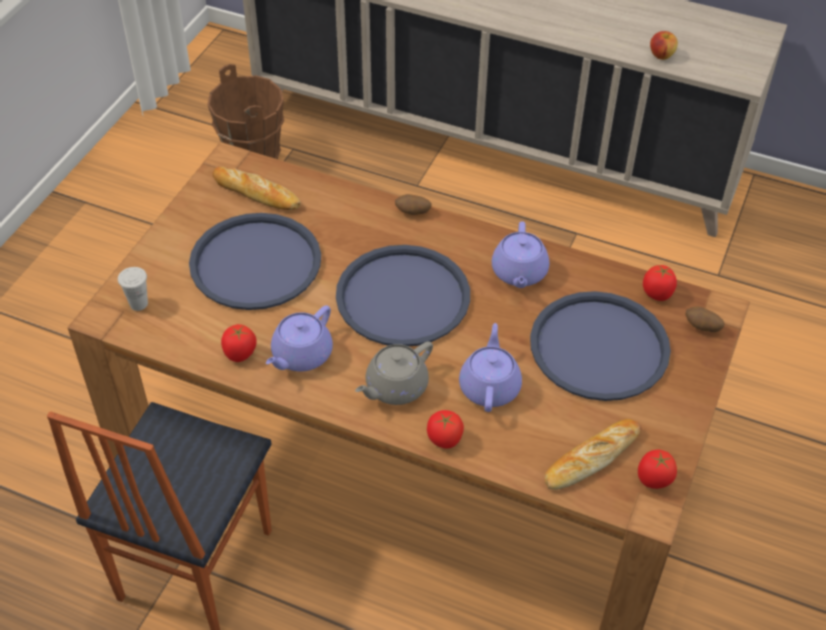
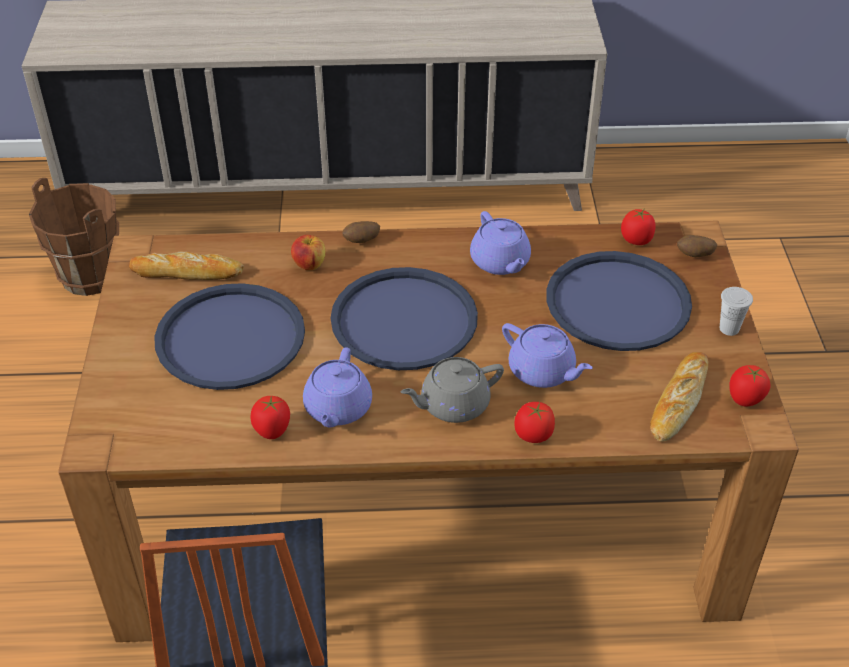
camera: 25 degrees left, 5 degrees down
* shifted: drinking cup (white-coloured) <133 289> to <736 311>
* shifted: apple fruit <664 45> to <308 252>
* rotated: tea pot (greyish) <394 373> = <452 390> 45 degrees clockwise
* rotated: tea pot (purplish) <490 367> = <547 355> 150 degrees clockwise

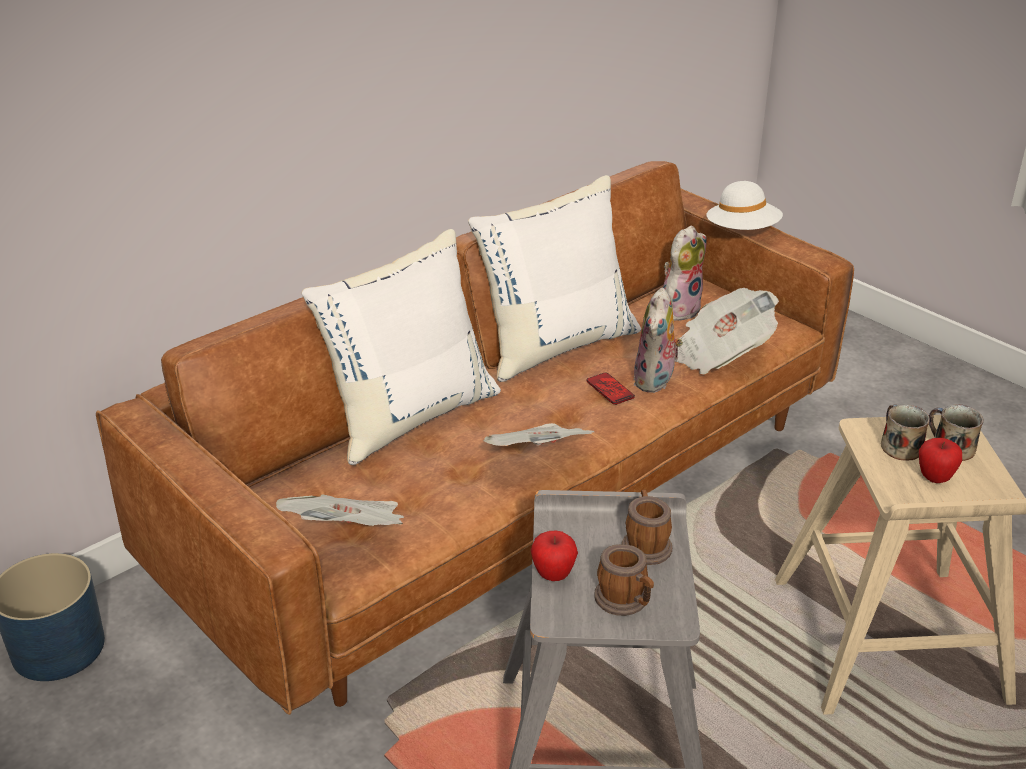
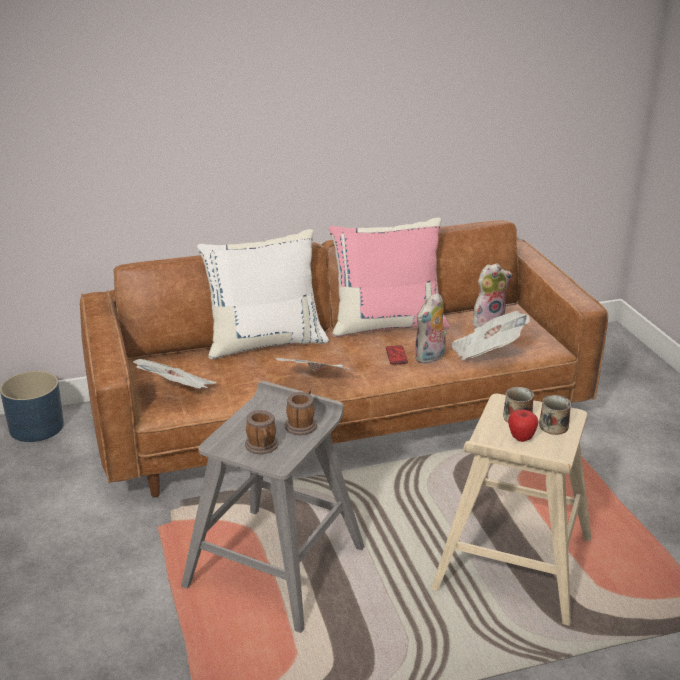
camera: 25 degrees right, 5 degrees down
* gone: apple fruit <554 556>
* gone: clothing hat (white-coloured) <744 205>
* repainted: throw pillow (white-coloured) <554 278> to throw pillow (pinkish) <389 277>

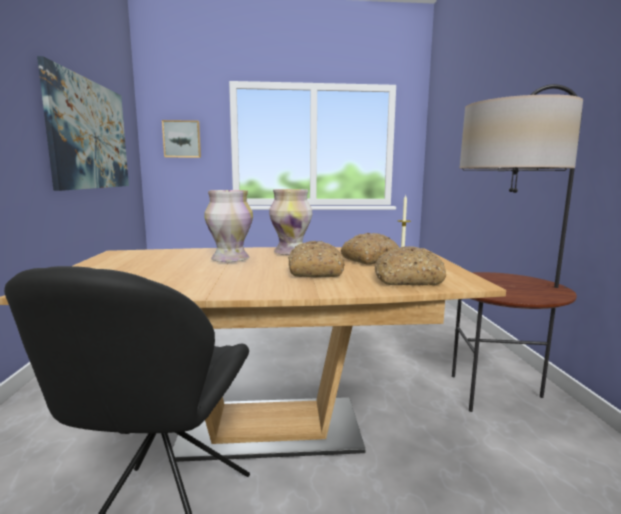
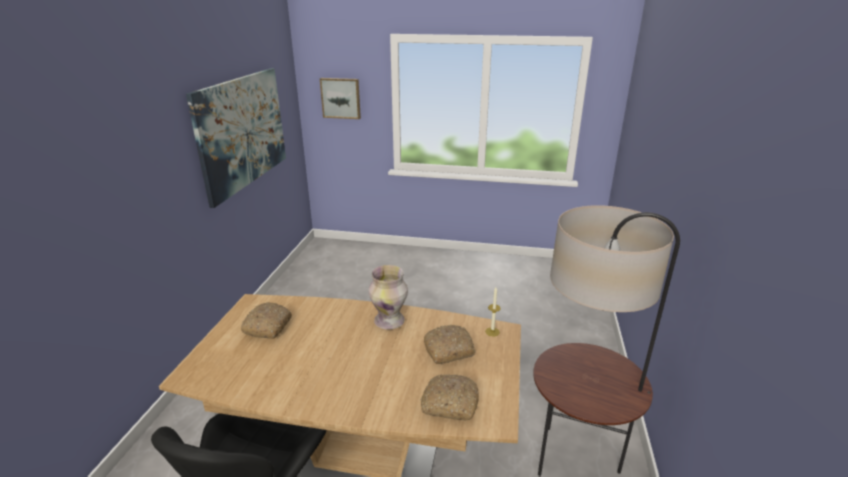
camera: 15 degrees right, 15 degrees up
* gone: flower vase <228 226>
* shifted: bread <316 259> to <266 320>

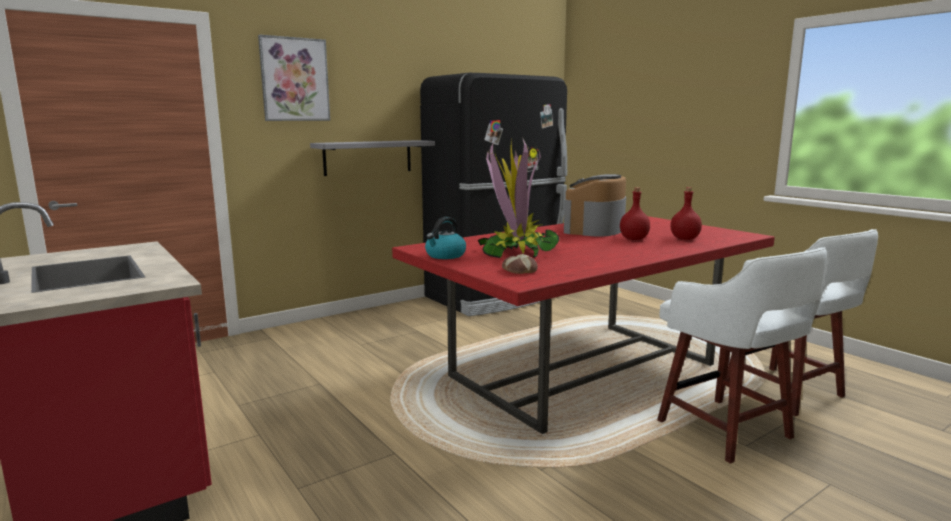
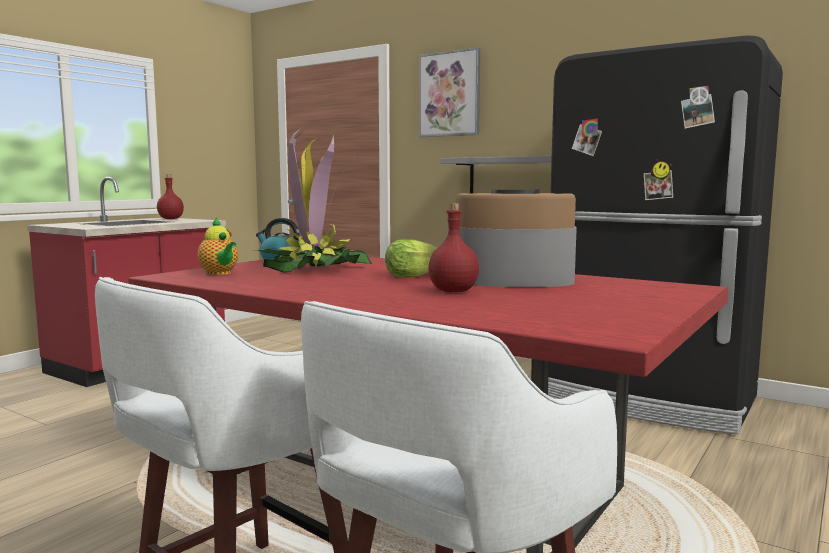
camera: 70 degrees right, 5 degrees down
* new: head of lettuce <411 258>
* shifted: beverage bottle (red-coloured) <686 213> to <170 196>
* swapped: bread <520 264> to tea pot <217 246>

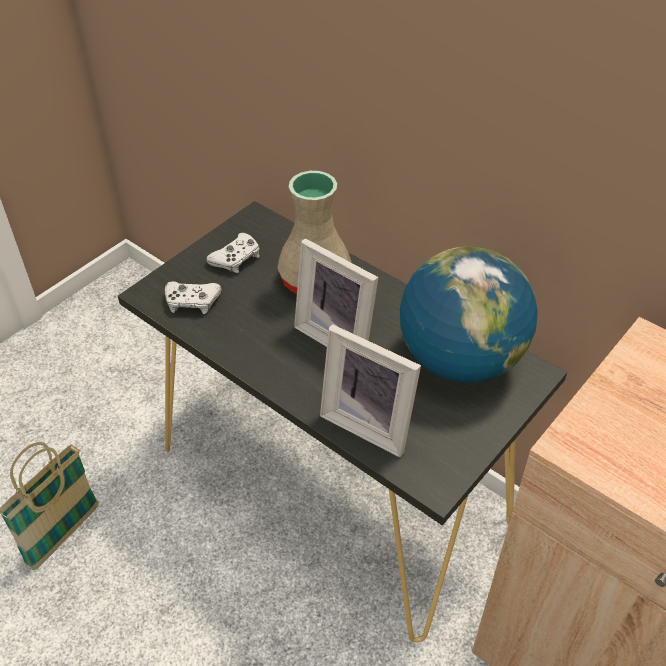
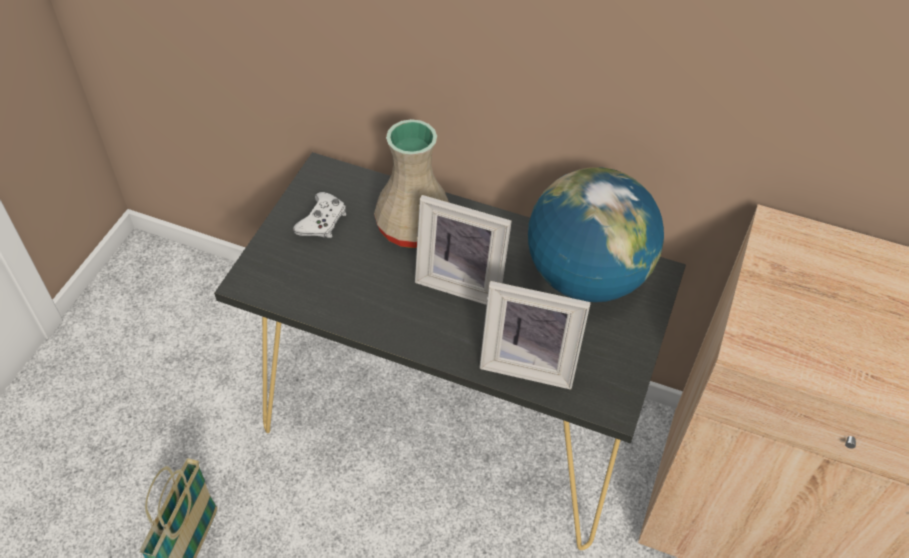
camera: 20 degrees left, 5 degrees up
* gone: game controller (white-coloured) <193 297>

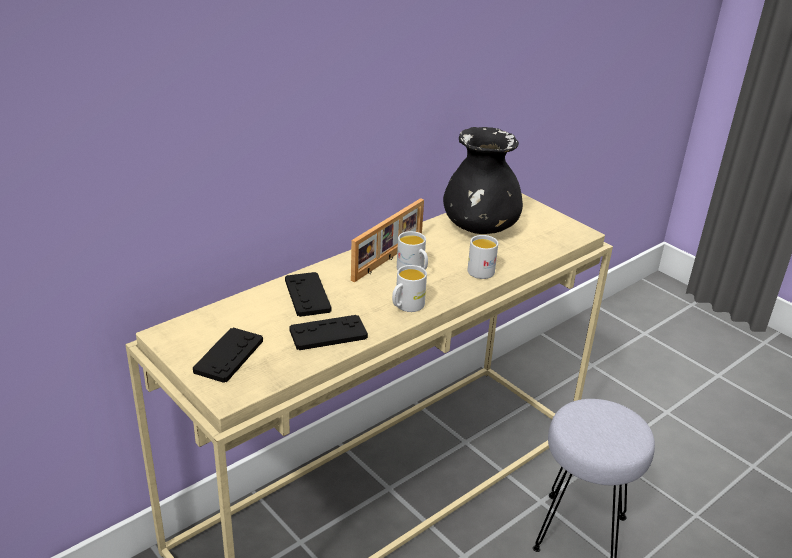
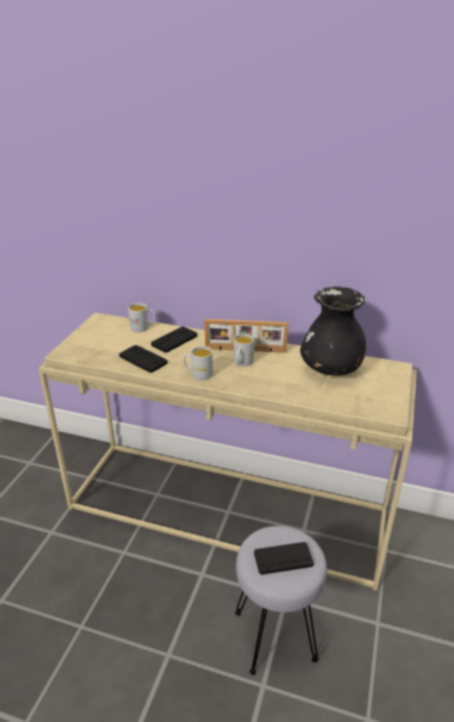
camera: 60 degrees right, 0 degrees up
* shifted: game controller (blackish) <228 355> to <284 558>
* shifted: mug (white-coloured) <482 257> to <141 317>

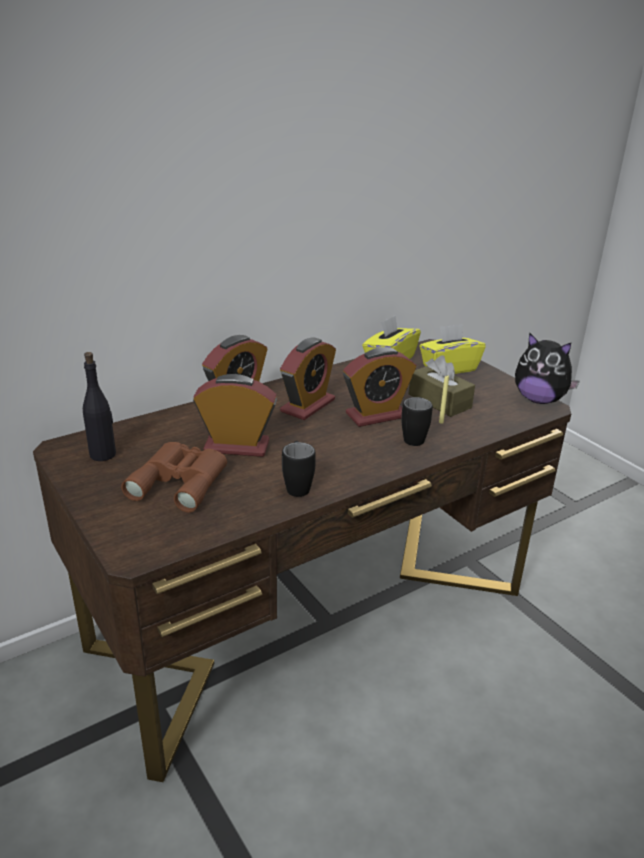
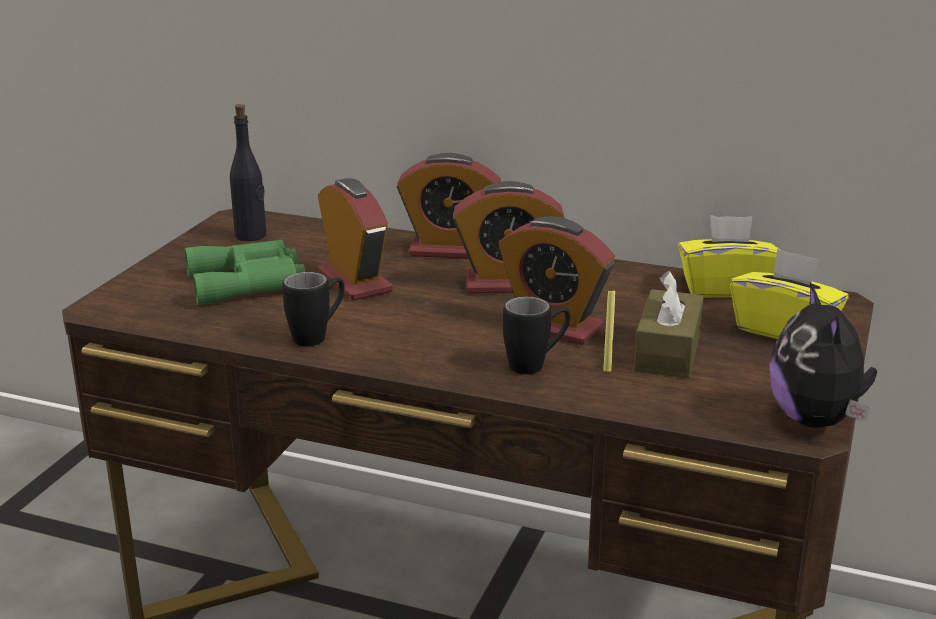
camera: 55 degrees right, 5 degrees down
* repainted: binoculars (brownish) <174 477> to binoculars (greenish) <245 272>

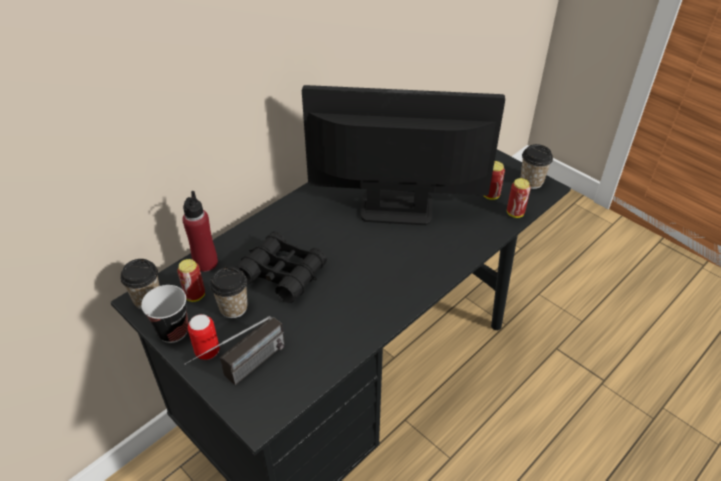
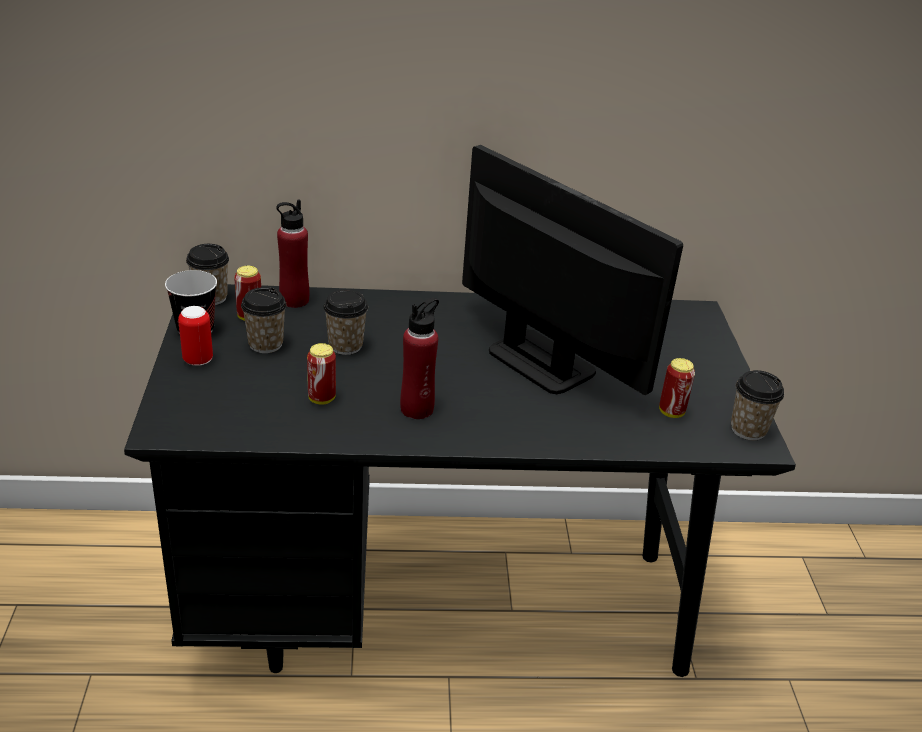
camera: 40 degrees right, 10 degrees down
* gone: radio set <234 350>
* new: beverage bottle (red-coloured) <419 358>
* shifted: metal can <519 198> to <321 374>
* swapped: binoculars (blackish) <281 267> to drinking cup <345 322>

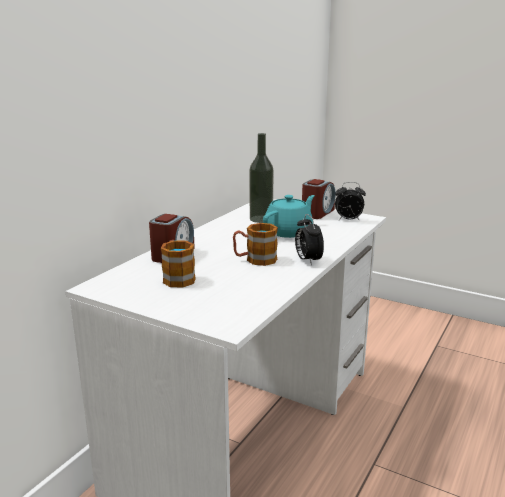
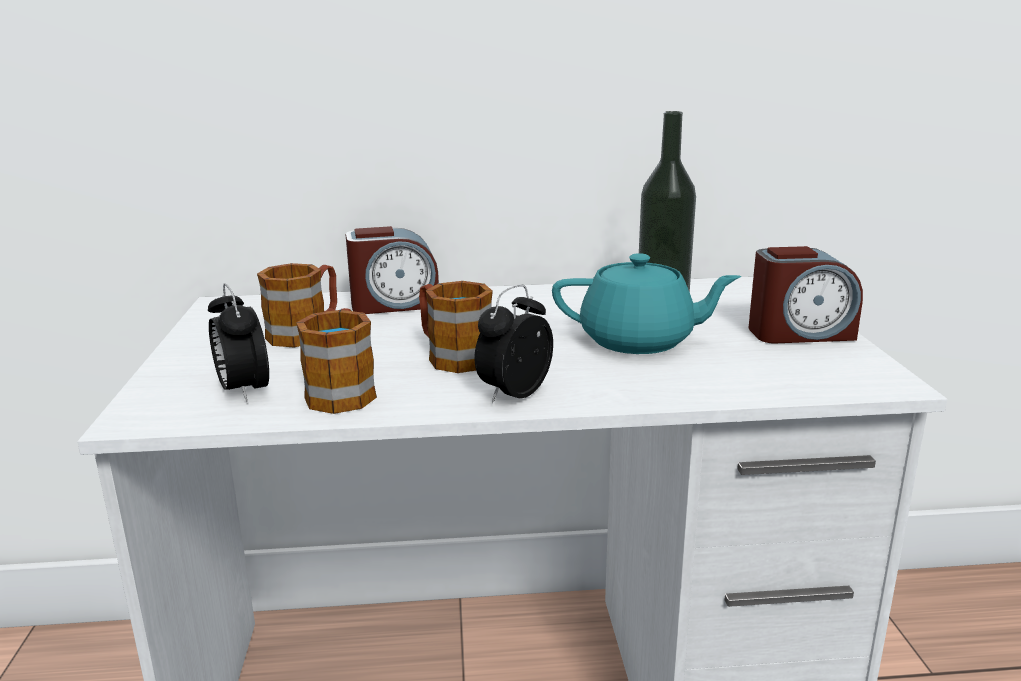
camera: 55 degrees right, 0 degrees up
* new: mug <336 361>
* shifted: table clock <350 201> to <238 342>

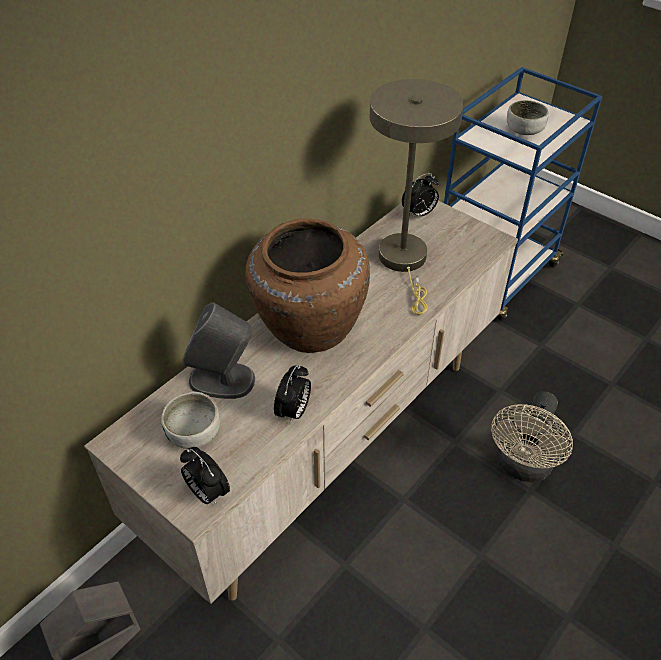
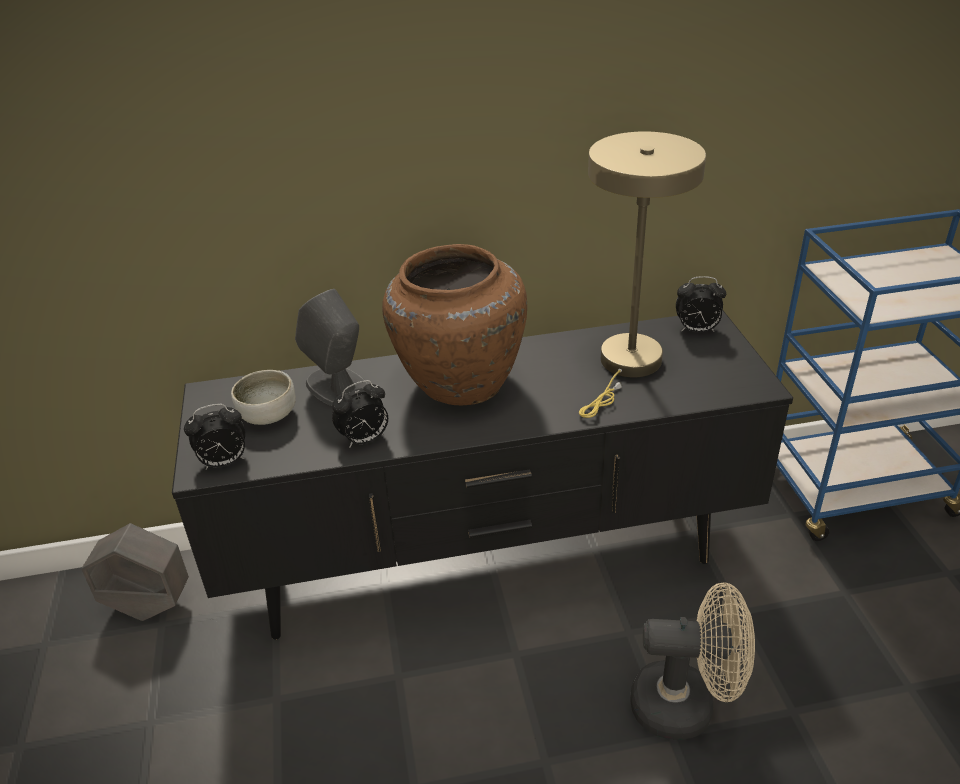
camera: 40 degrees right, 10 degrees down
* gone: deep dish <528 117>
* repainted: tv unit (beige) <301 402> to tv unit (blackish) <482 475>
* rotated: table clock <205 476> = <214 436> 105 degrees counterclockwise
* rotated: fan (beige) <532 436> = <692 661> 150 degrees counterclockwise

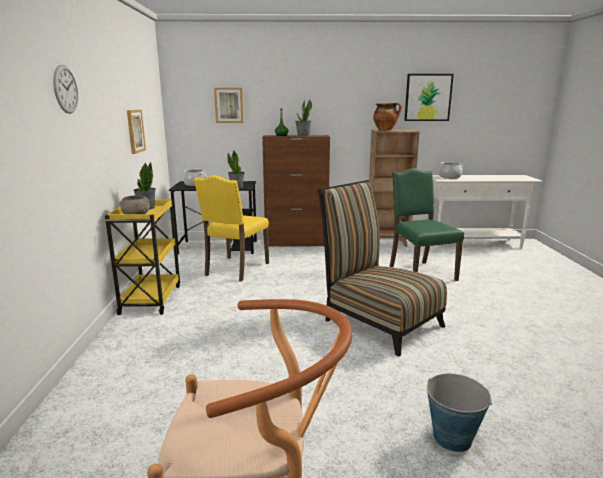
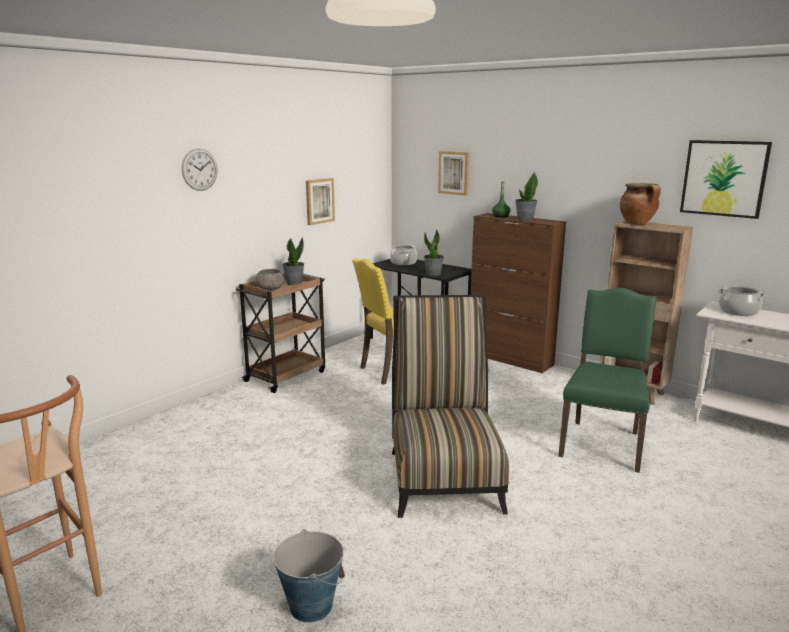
camera: 40 degrees right, 0 degrees up
* repainted: wheeled cart (yellow-coloured) <142 257> to wheeled cart (brownish) <280 333>

